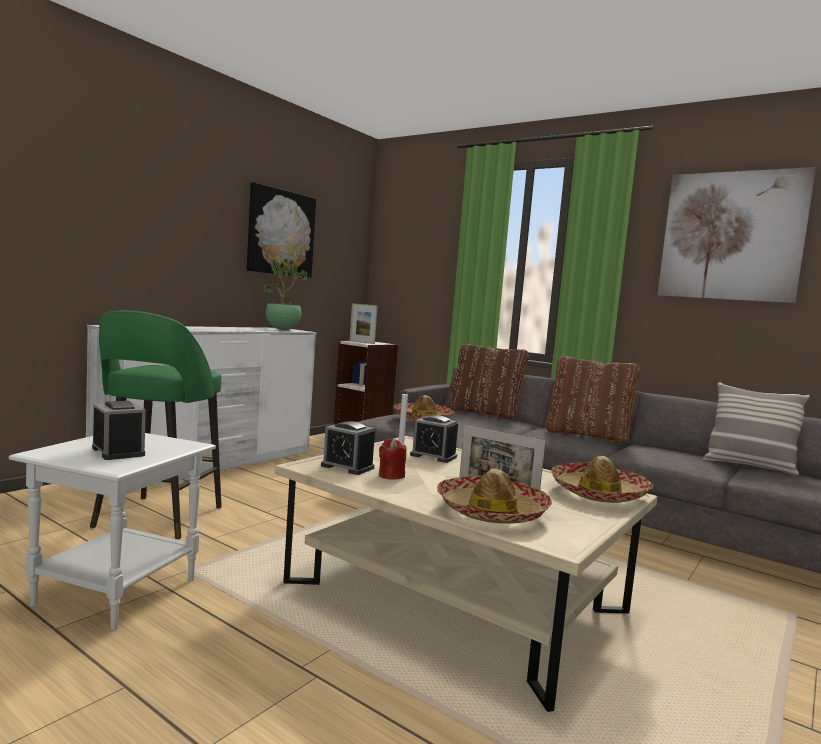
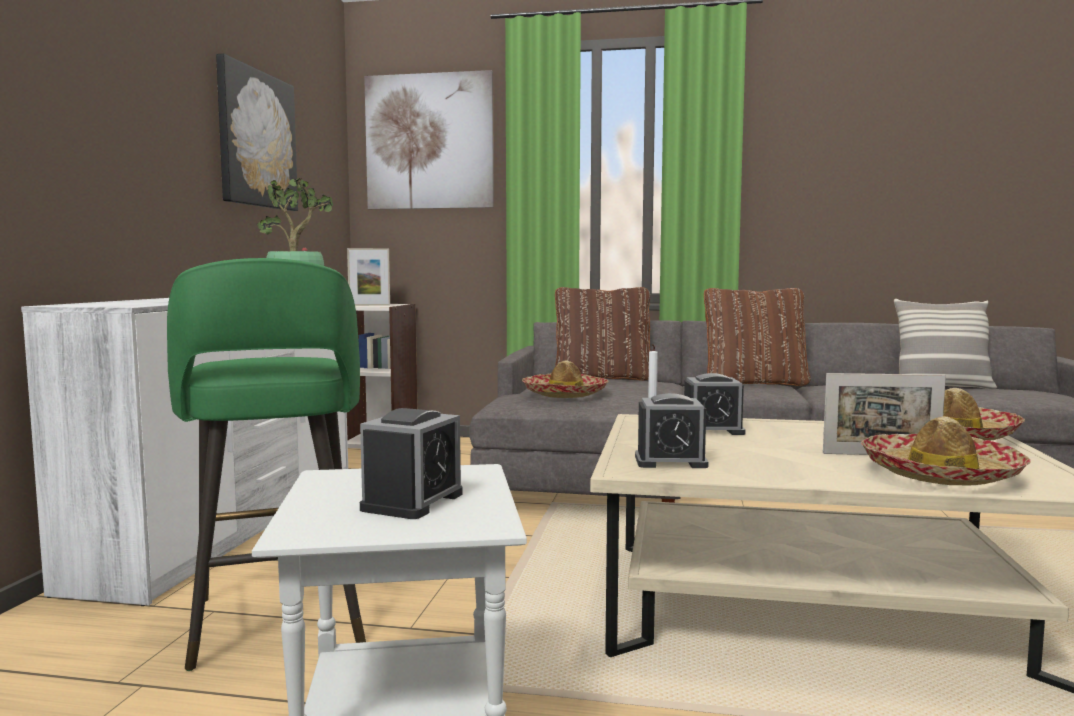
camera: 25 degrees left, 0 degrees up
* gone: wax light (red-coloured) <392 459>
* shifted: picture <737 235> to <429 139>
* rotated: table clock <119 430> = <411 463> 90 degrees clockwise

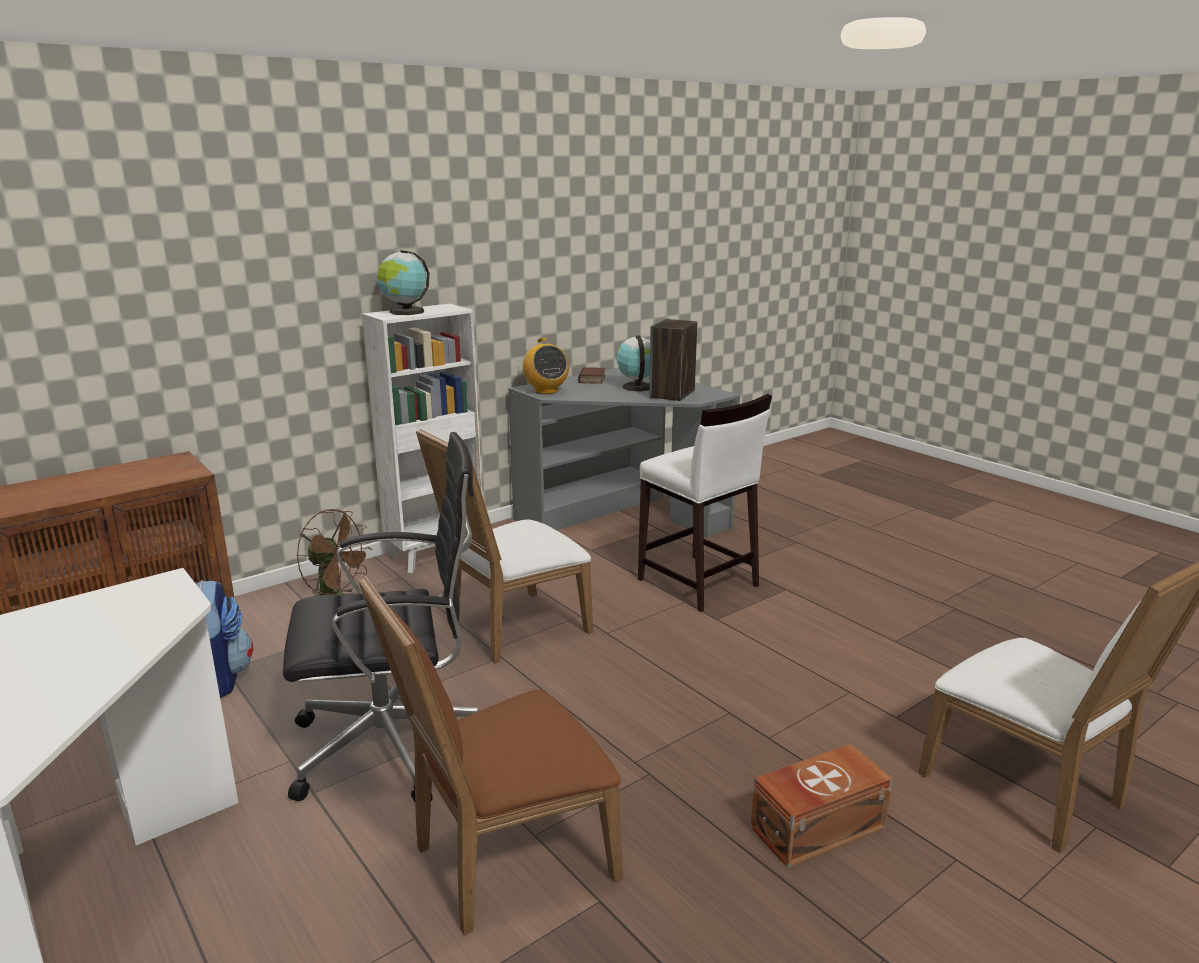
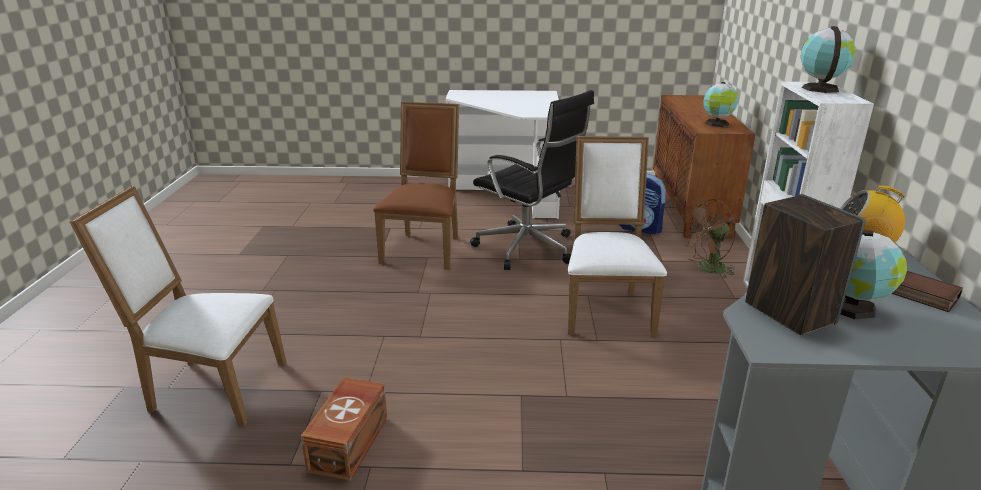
camera: 130 degrees right, 5 degrees up
* gone: stool (white-coloured) <705 503>
* new: world globe <720 104>
* shifted: storage bin (brownish) <822 806> to <344 429>
* rotated: office chair (blackish) <381 617> = <532 180> 75 degrees counterclockwise

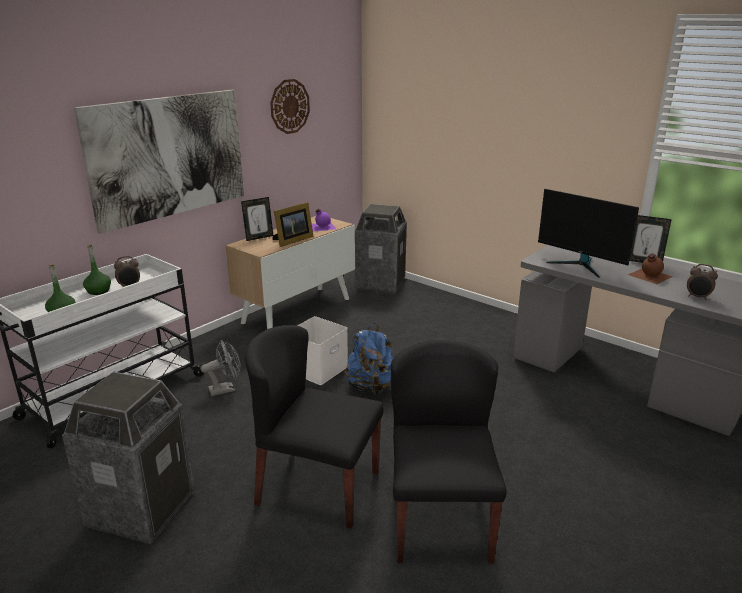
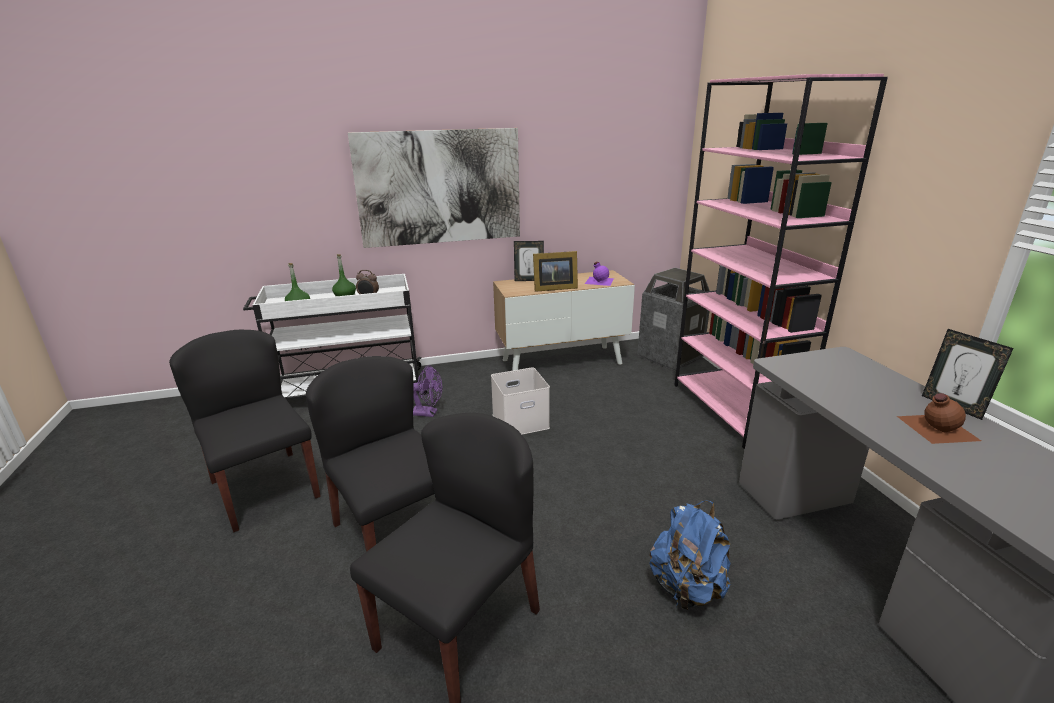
camera: 35 degrees right, 0 degrees up
* gone: wall clock <290 106>
* gone: computer screen <588 233>
* gone: table clock <702 282>
* new: shelving unit (pinkish) <781 261>
* shifted: rucksack (blue-coloured) <368 358> to <690 555>
* swapped: rubbish bin <128 458> to upright chair (blackish) <245 431>
* repainted: fan (greyish) <221 368> to fan (purplish) <427 391>

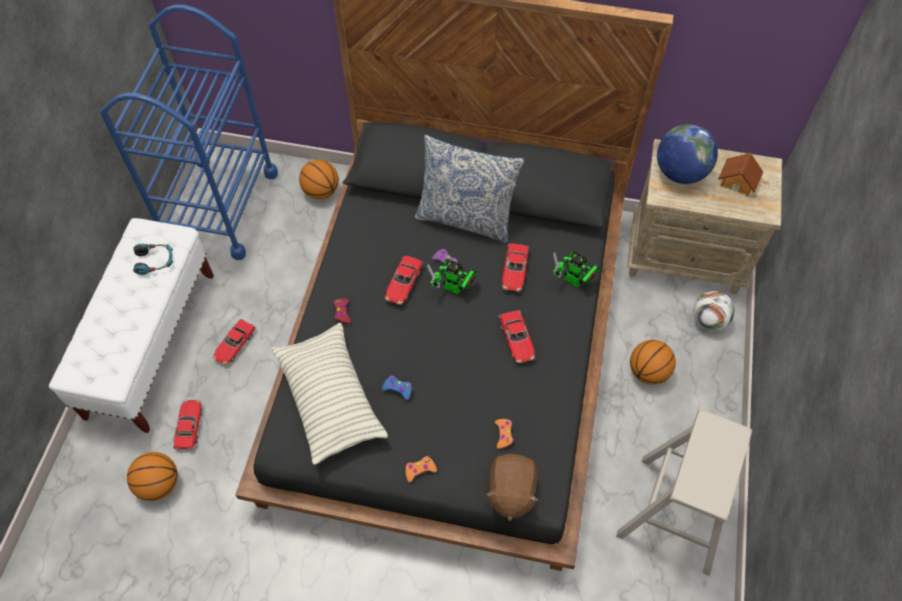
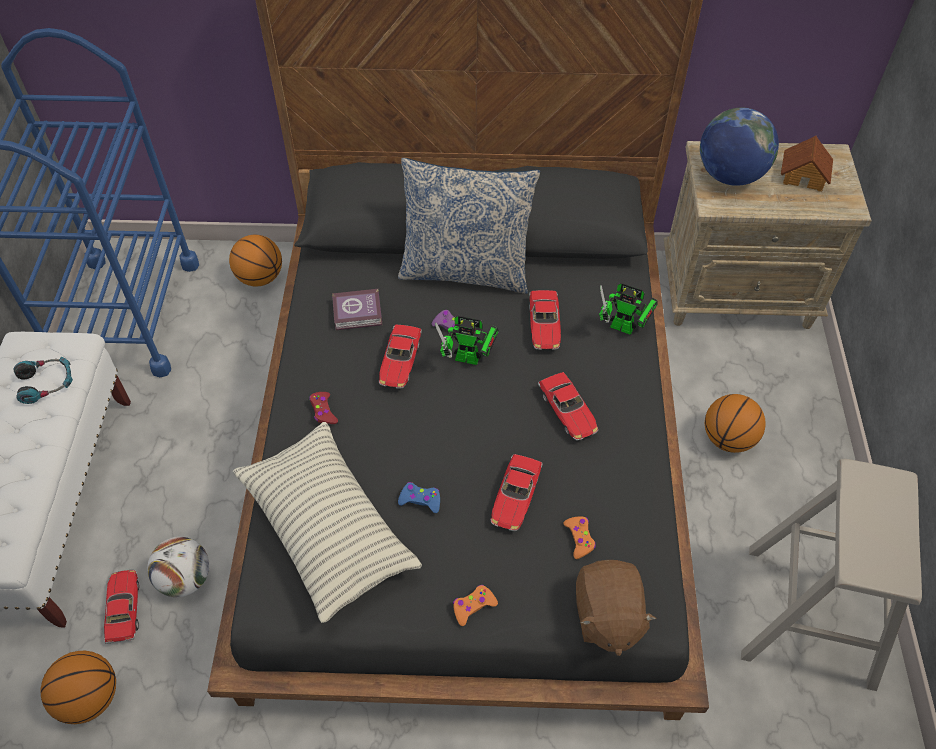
camera: 10 degrees left, 5 degrees down
* new: book <357 309>
* shifted: model car <234 342> to <516 492>
* shifted: football <714 311> to <178 567>

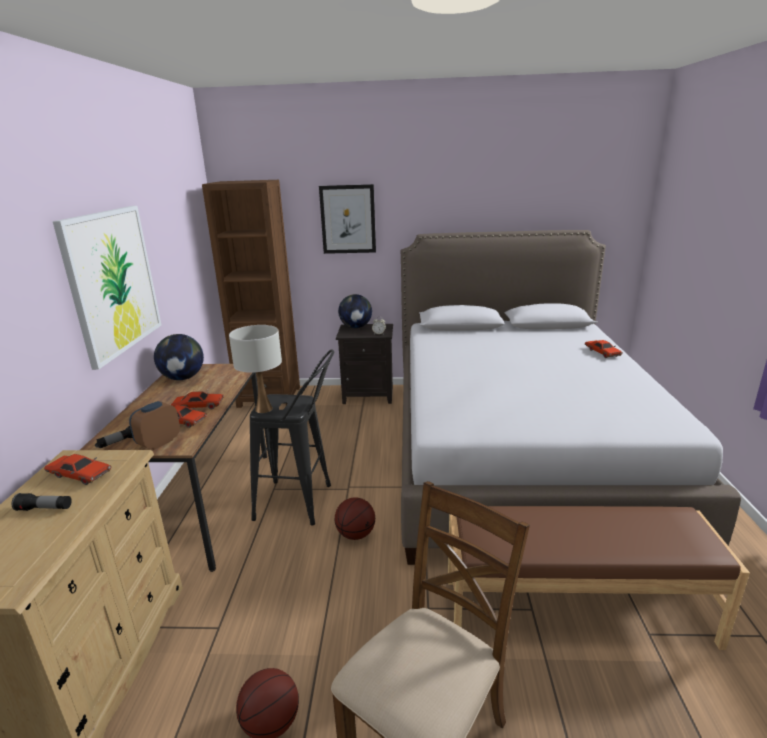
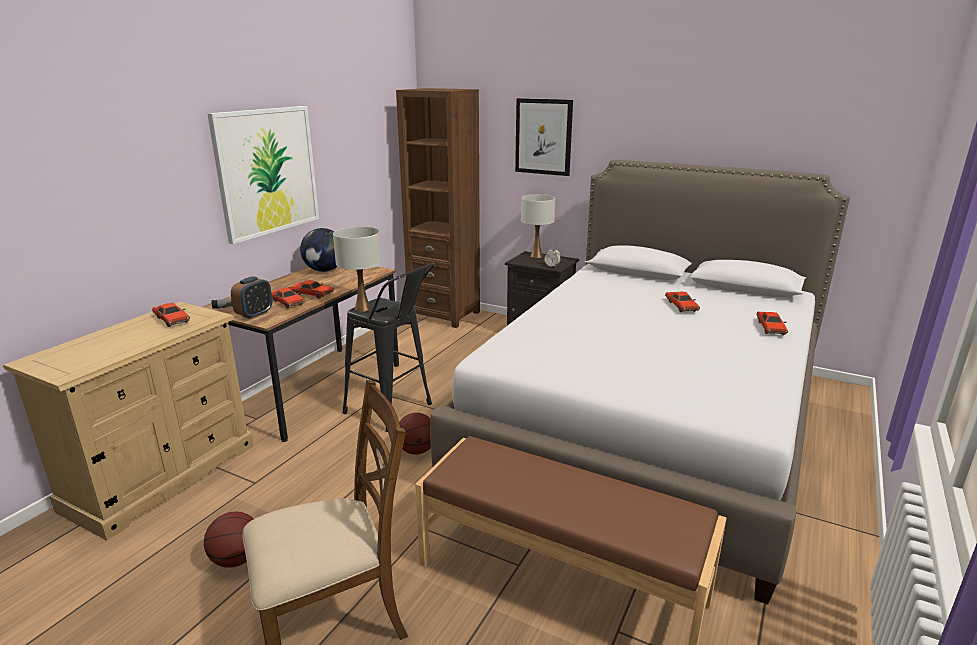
camera: 25 degrees right, 0 degrees up
* gone: hand torch <42 502>
* new: model car (red-coloured) <682 302>
* swapped: world globe <355 311> to tabletop lamp (white-coloured) <538 226>
* rotated: table clock <154 425> = <251 297> 150 degrees clockwise

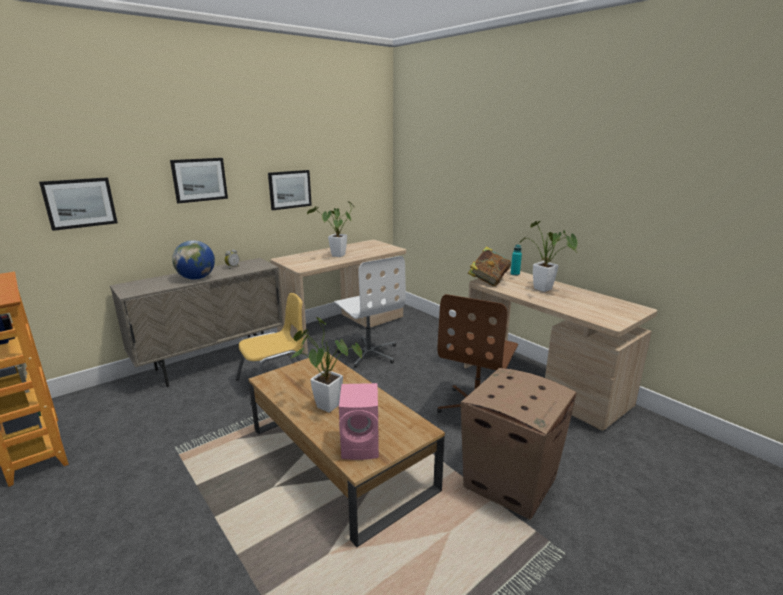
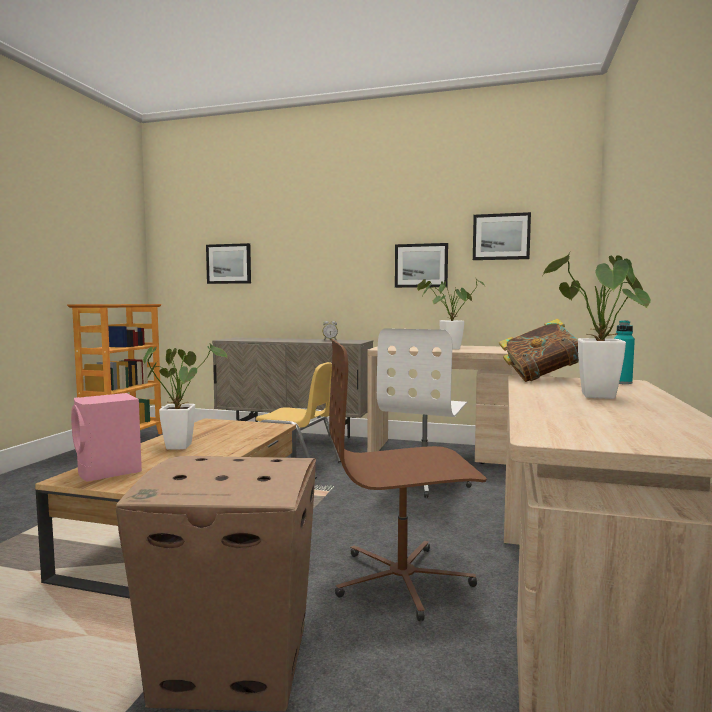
camera: 55 degrees right, 15 degrees down
* gone: world globe <193 260>
* shifted: picture <199 180> to <502 236>

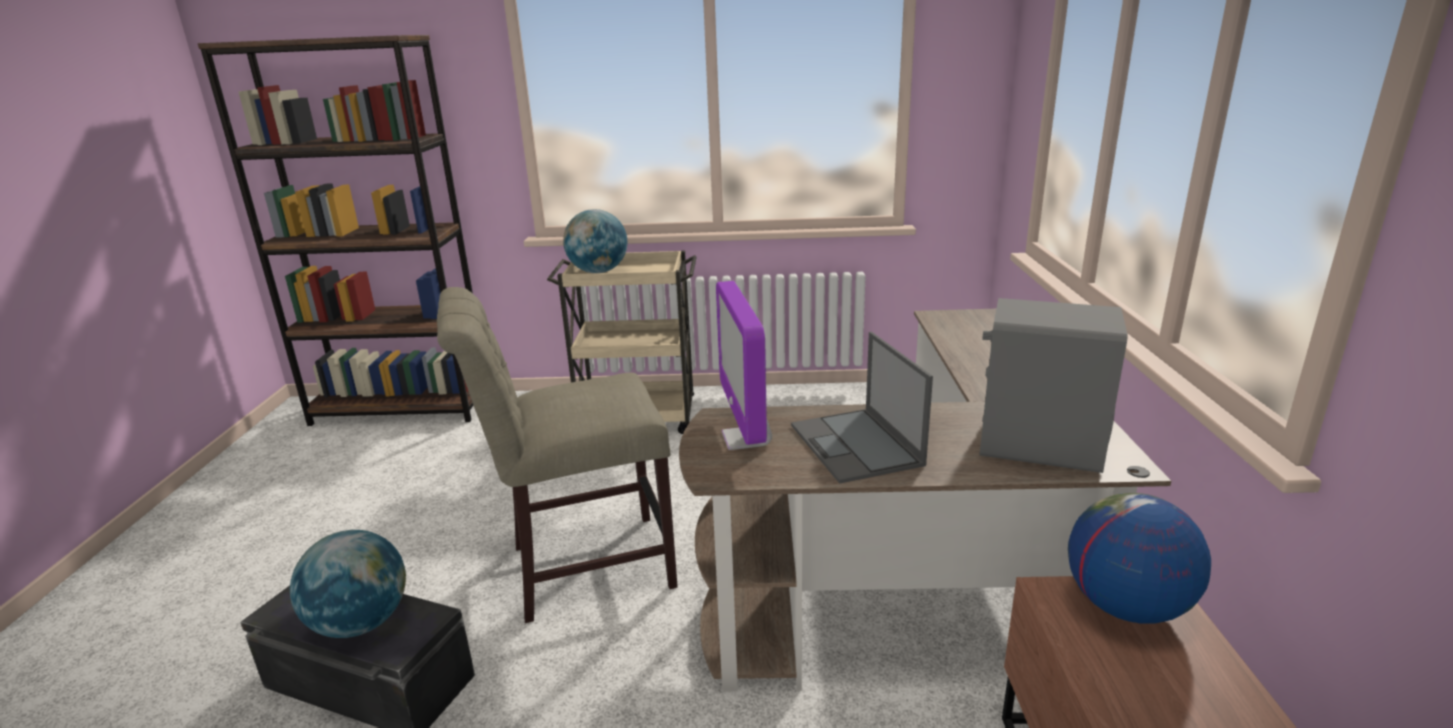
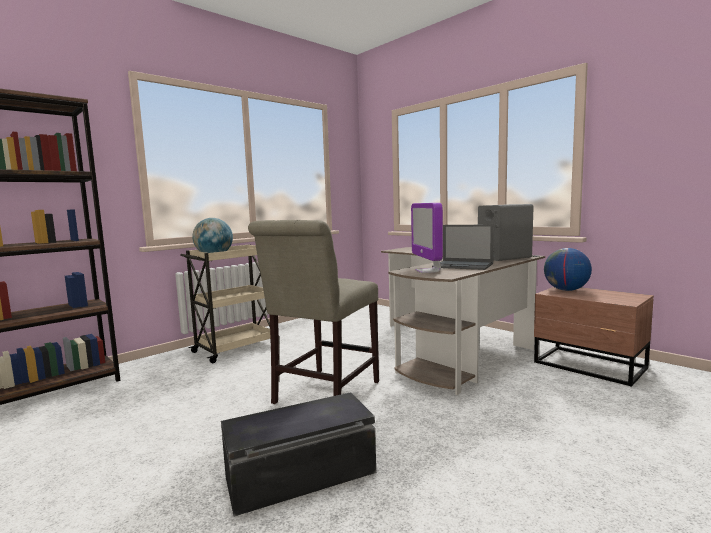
camera: 45 degrees left, 15 degrees down
* gone: world globe <348 584>
* rotated: computer screen <744 365> = <427 238> 45 degrees clockwise

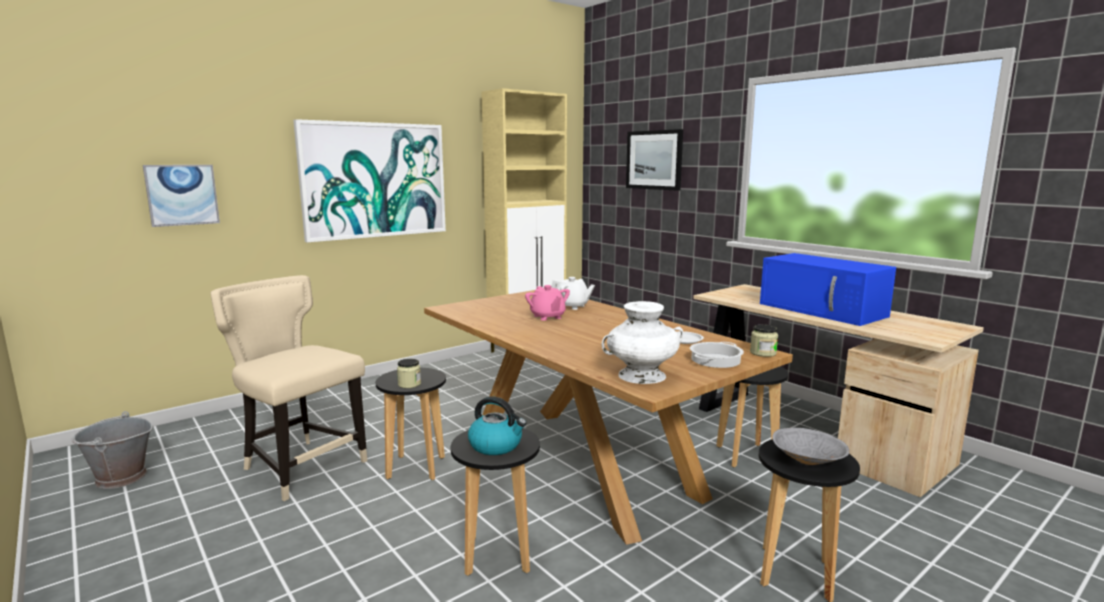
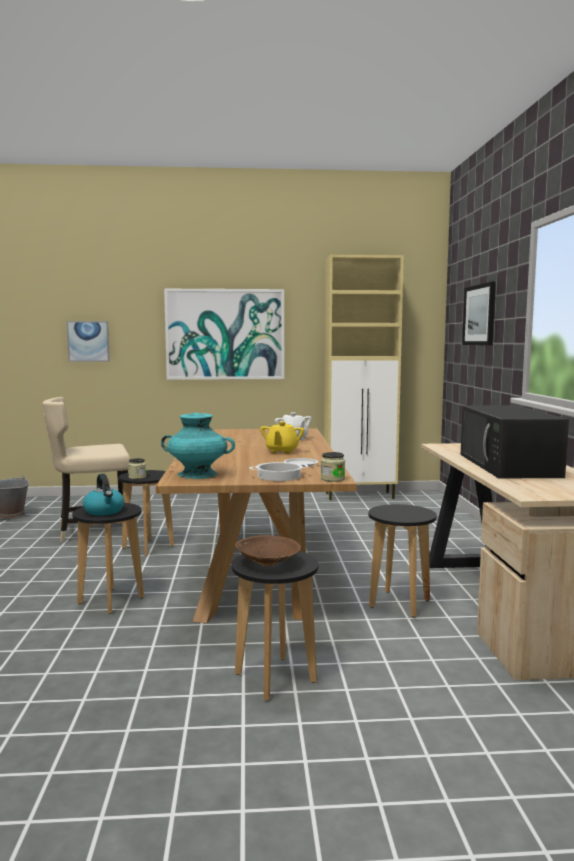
camera: 35 degrees right, 5 degrees down
* gone: tea pot (pinkish) <547 303>
* new: tea pot (yellow-coloured) <282 437>
* repainted: flower vase (white-coloured) <642 342> to flower vase (turquoise-coloured) <198 446>
* repainted: microwave oven (blue-coloured) <828 289> to microwave oven (blackish) <514 442>
* repainted: deep dish (greyish) <811 446> to deep dish (brownish) <268 550>
* rotated: upright chair (beige) <289 388> = <86 469> 90 degrees counterclockwise

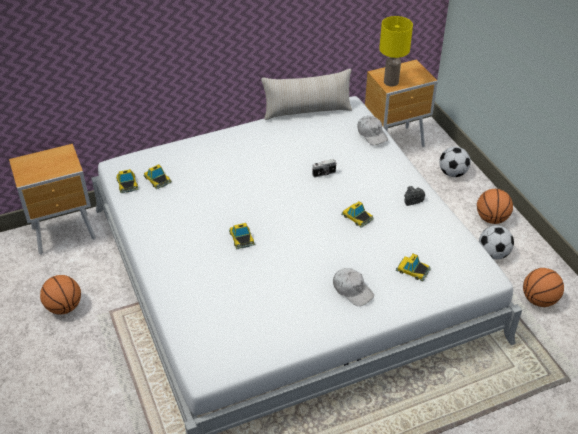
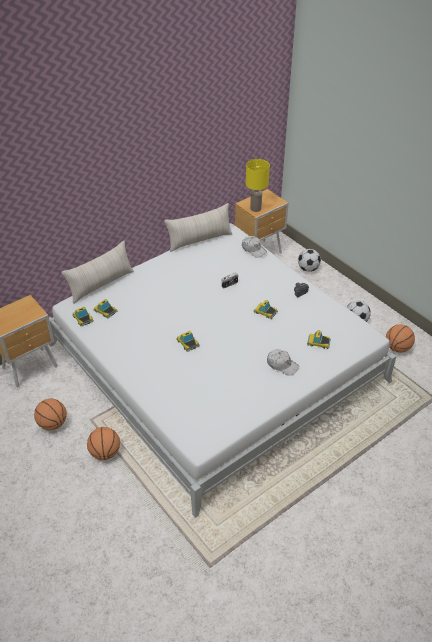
camera: 15 degrees left, 0 degrees up
* new: throw pillow (beige) <97 272>
* shifted: basketball ball <495 206> to <103 443>

